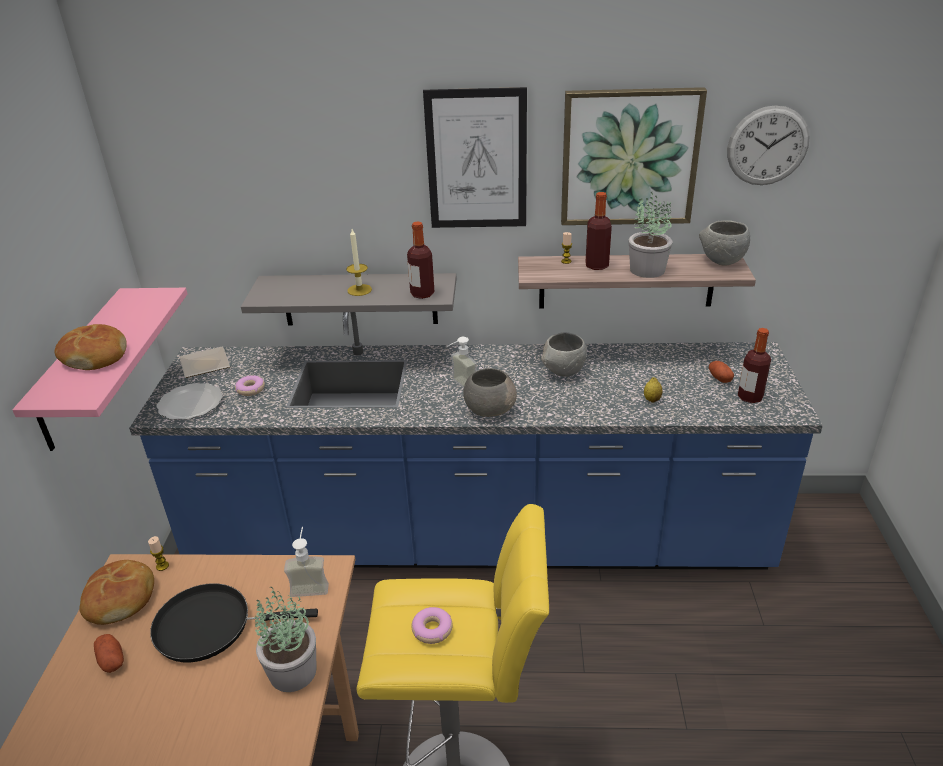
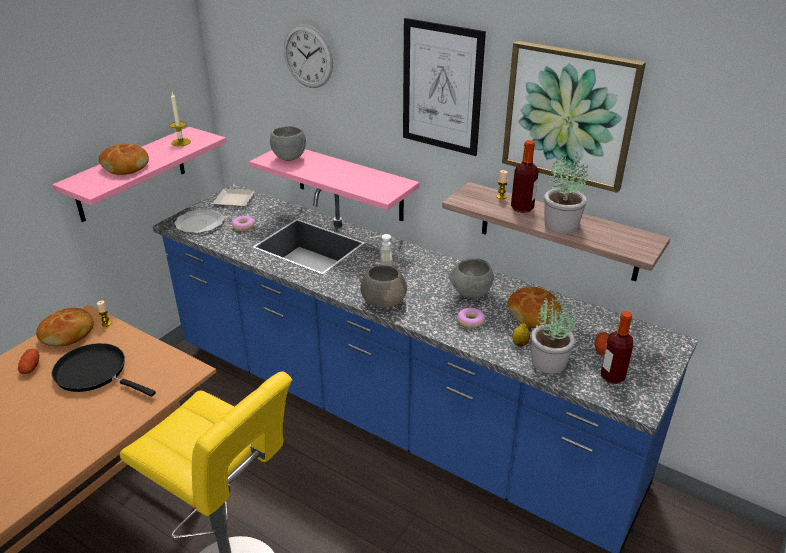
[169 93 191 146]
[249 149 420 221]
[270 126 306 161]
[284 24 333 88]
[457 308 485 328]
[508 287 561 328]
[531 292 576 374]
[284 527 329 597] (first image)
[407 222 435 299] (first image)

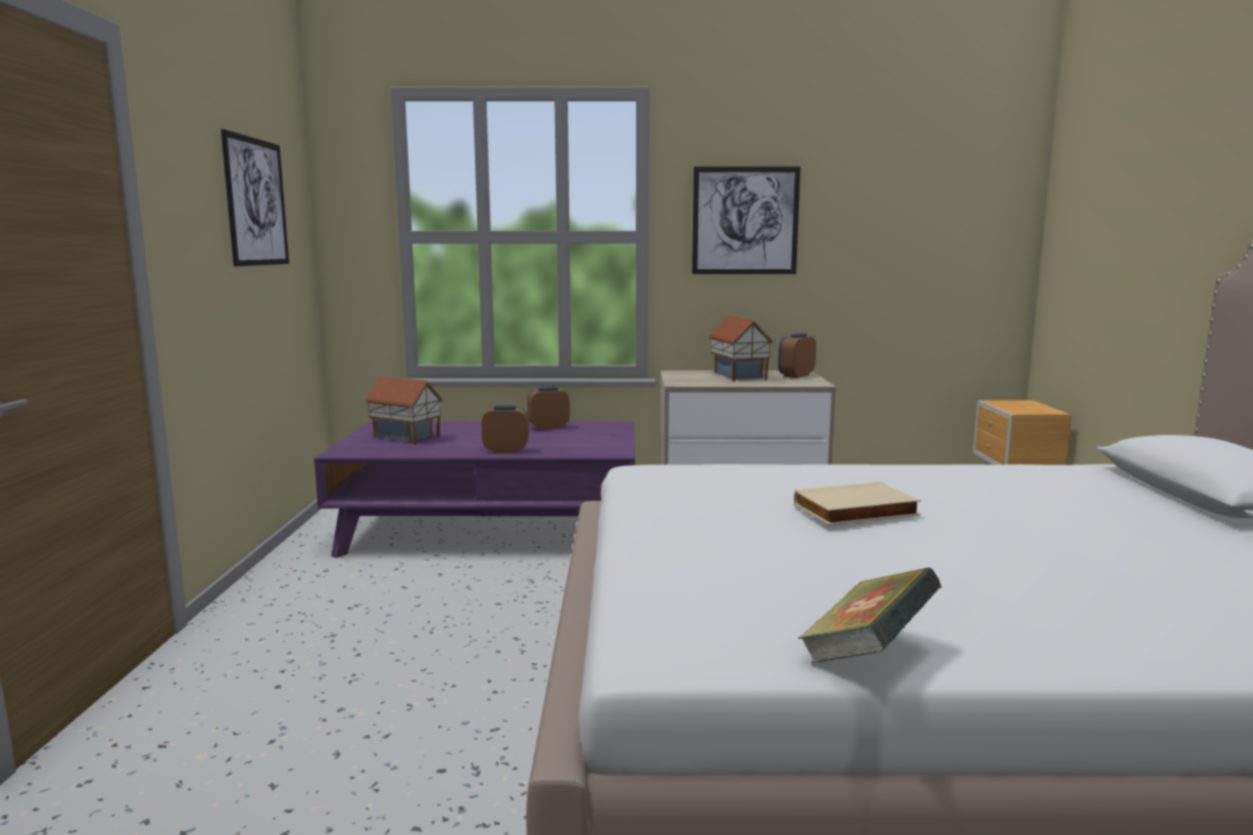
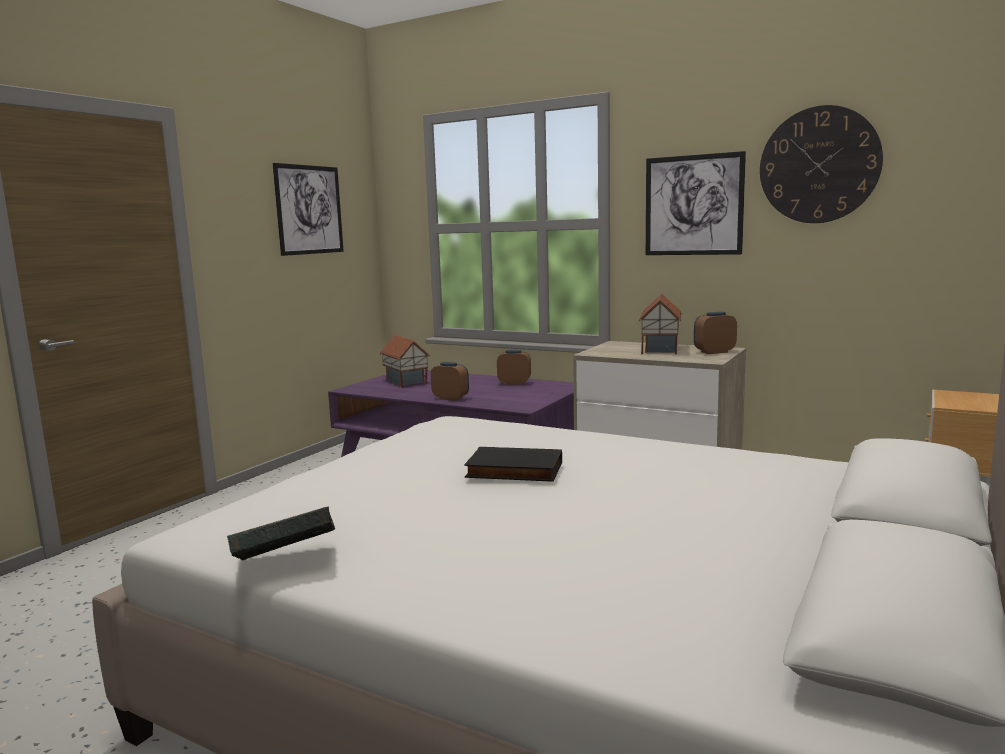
[464 447 562 482]
[760 105 883 223]

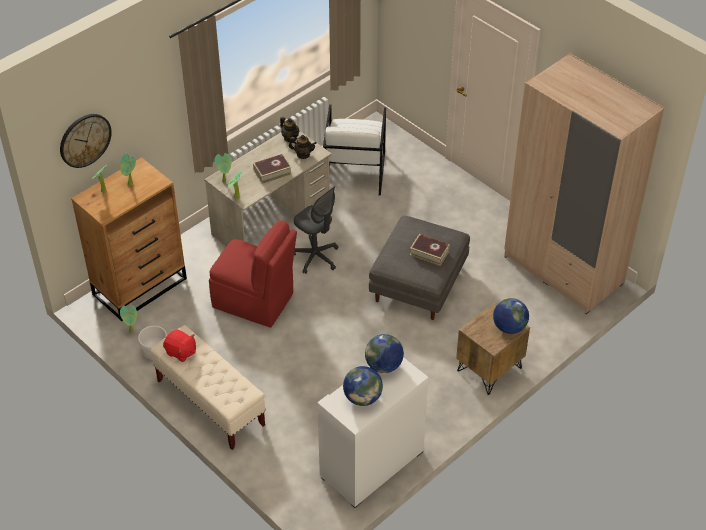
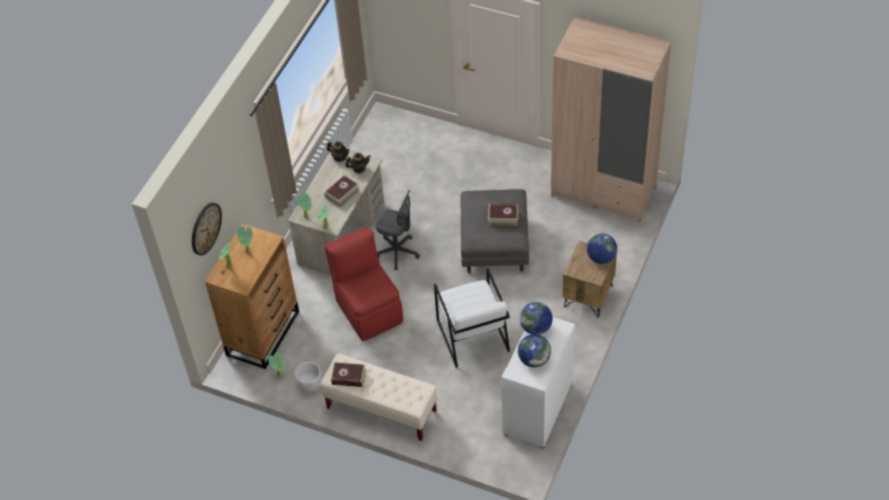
[324 226 403 341]
[331 362 366 387]
[434 268 510 368]

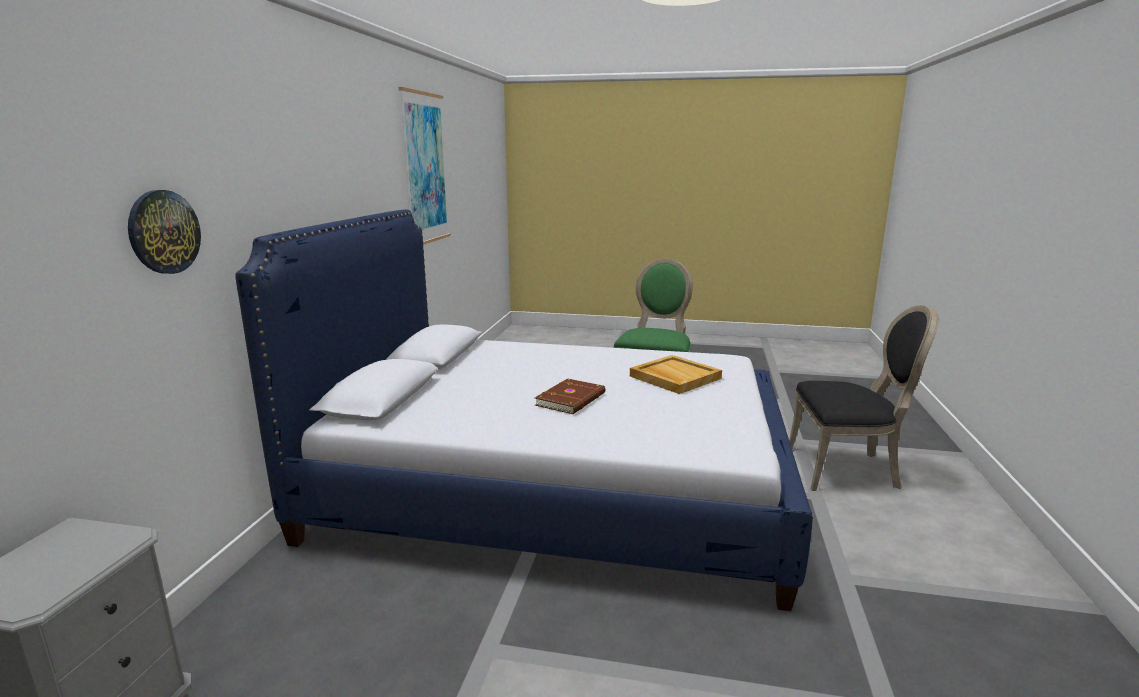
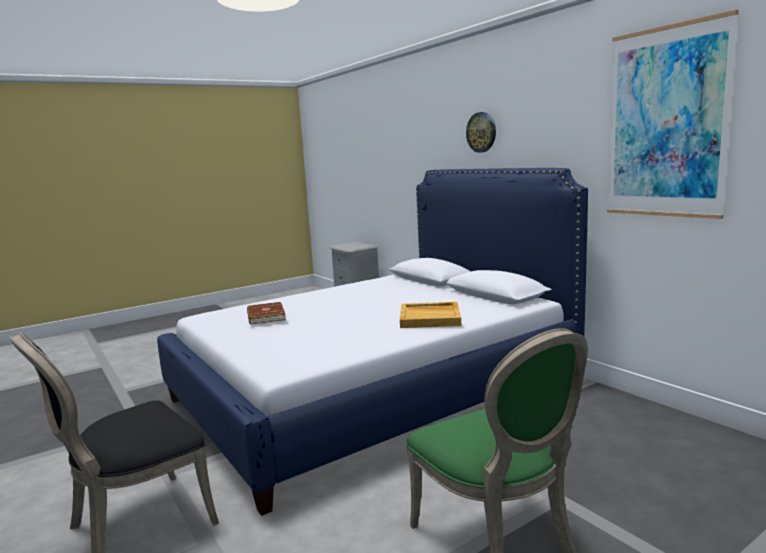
[247 302 286 324]
[400 302 461 328]
[466 112 496 153]

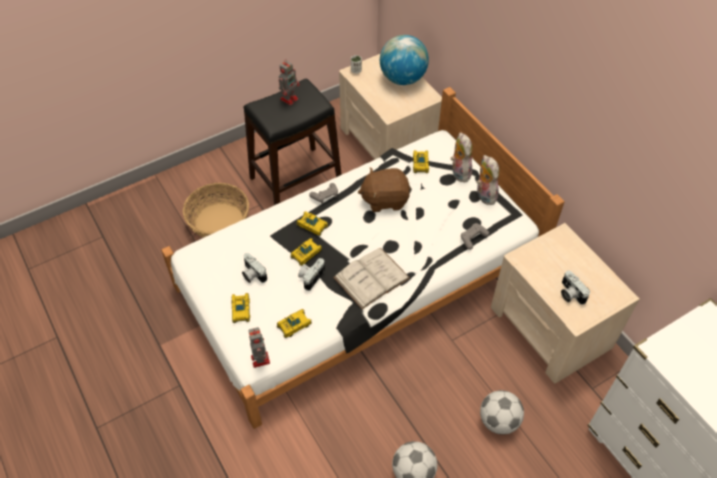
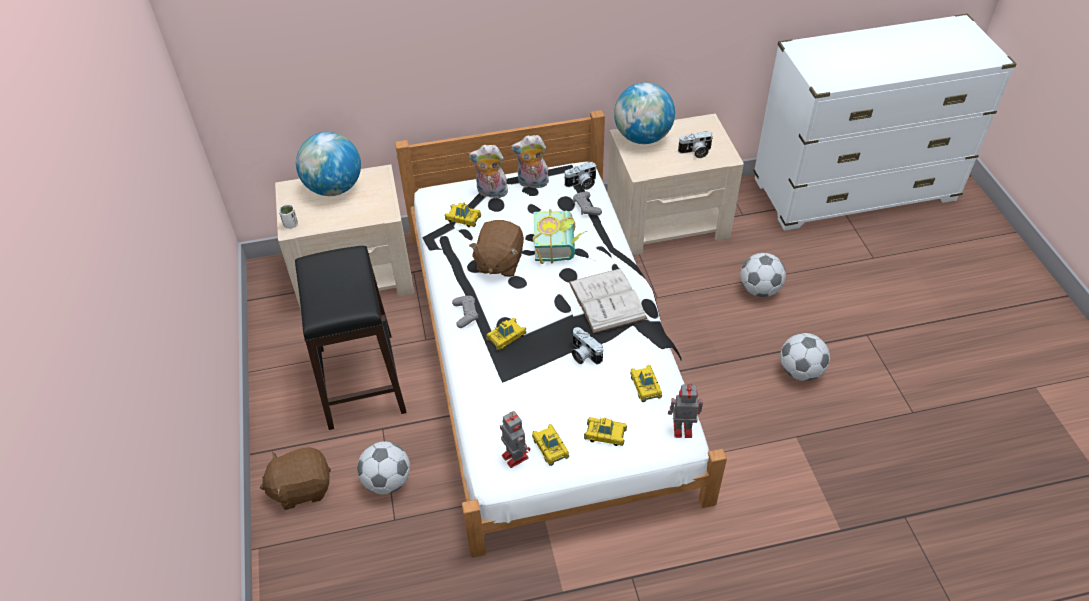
[260 447 331 510]
[357 442 410 494]
[500 411 530 468]
[532 424 569 466]
[533 209 587 264]
[565 162 597 190]
[614 82 675 144]

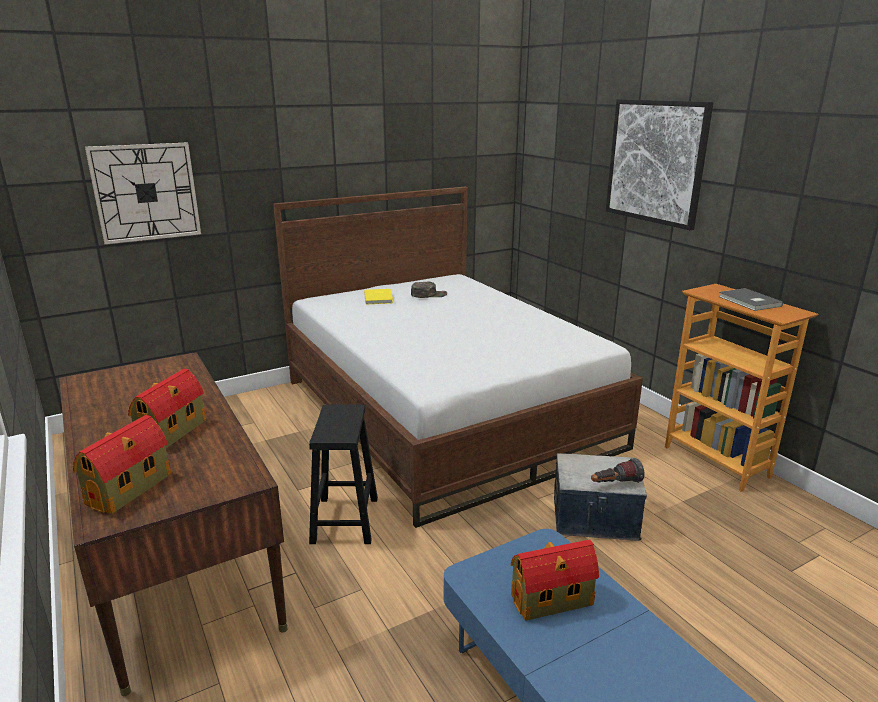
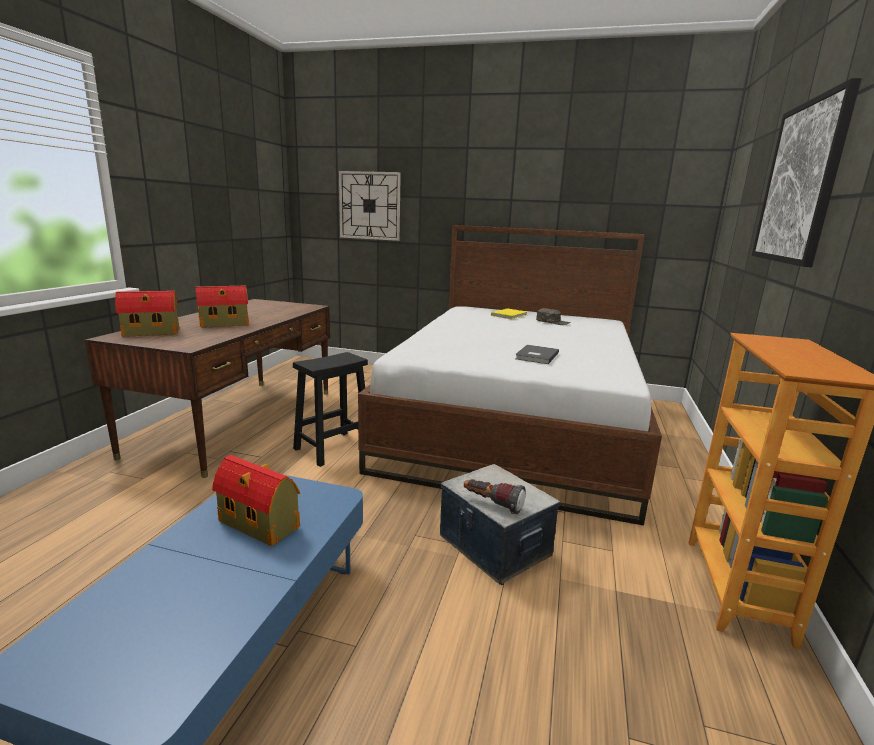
[515 345 559 364]

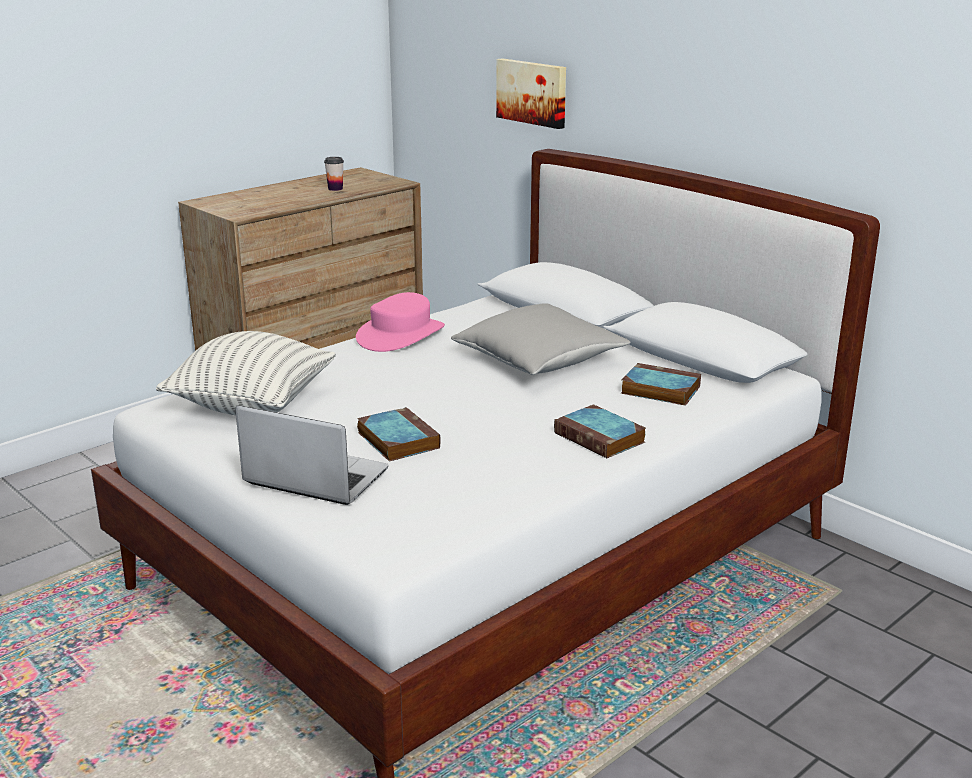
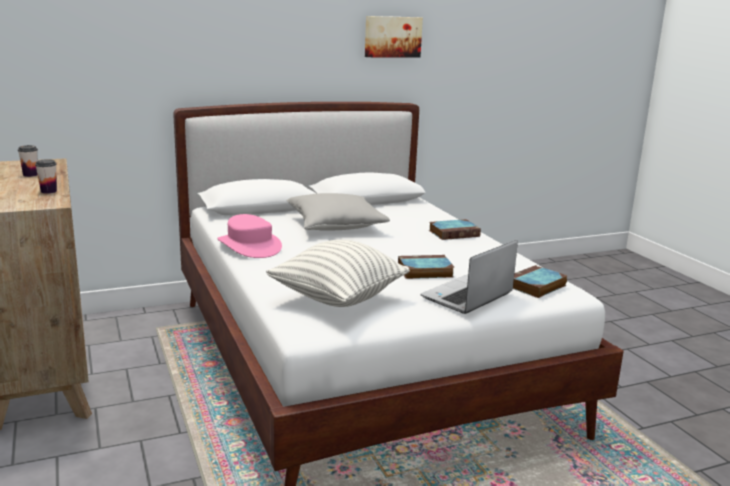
[35 159 57 194]
[365 16 423 58]
[513 265 568 298]

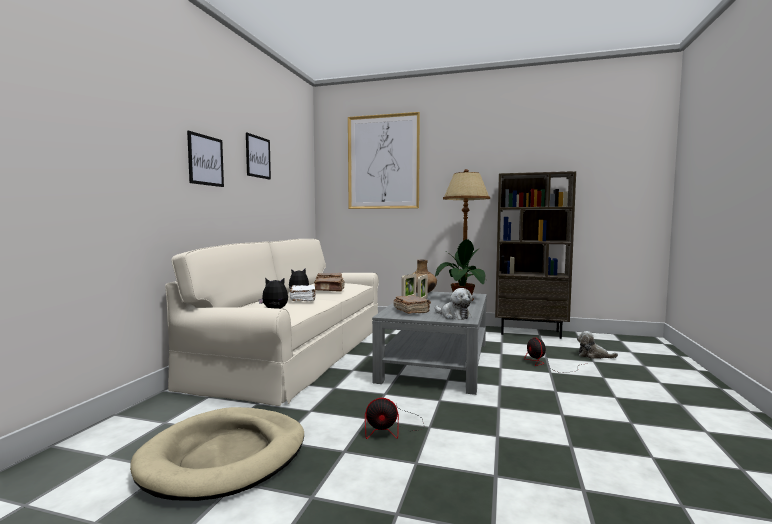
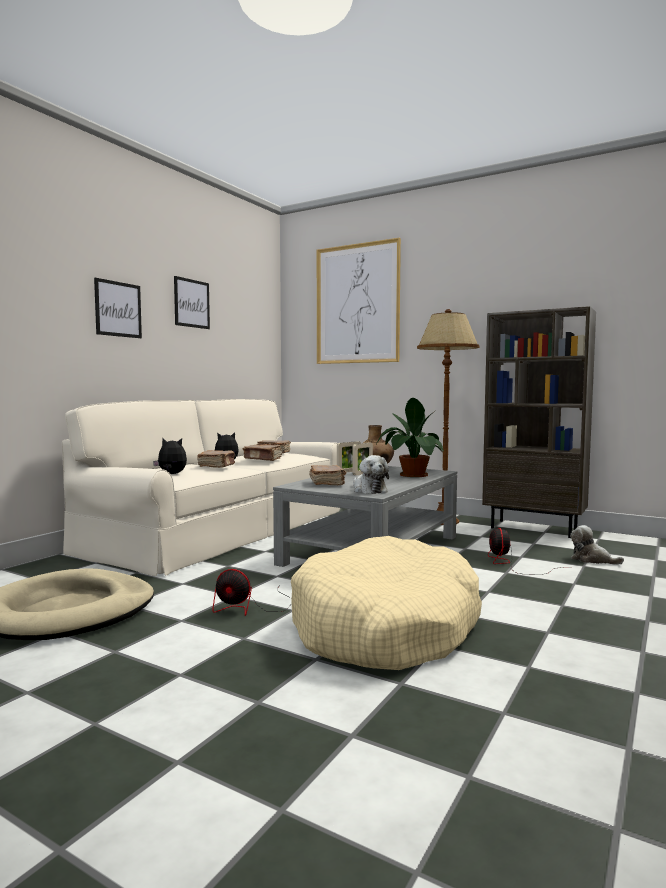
[197 450 235 468]
[291 536 482 670]

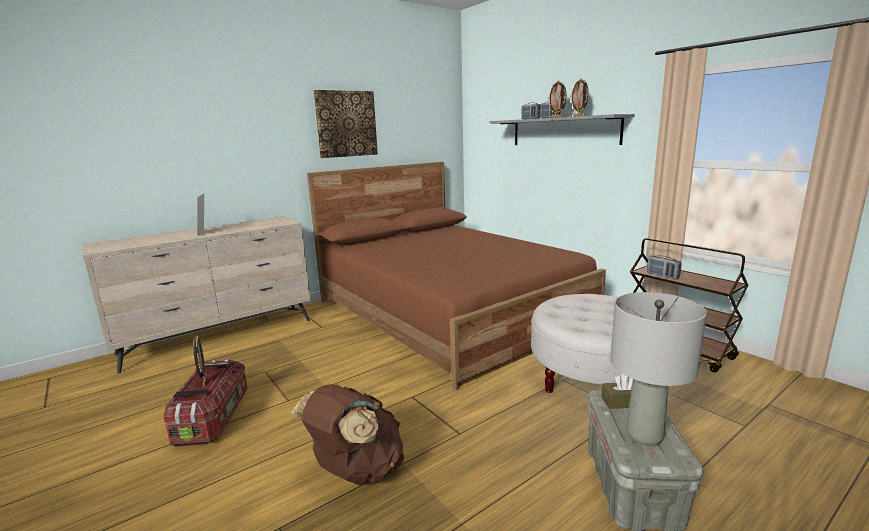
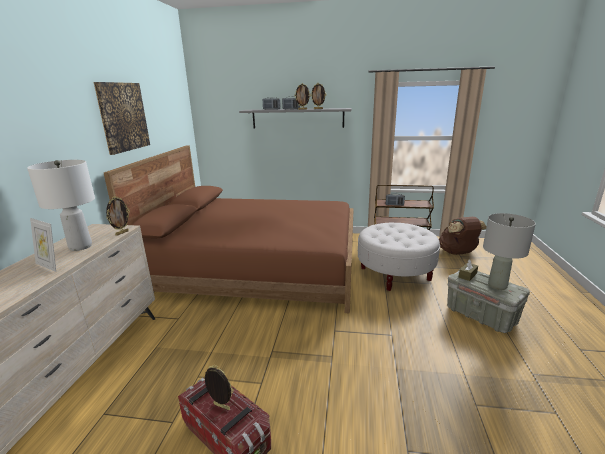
[27 160 95 251]
[106 196 130 236]
[439 217 487 255]

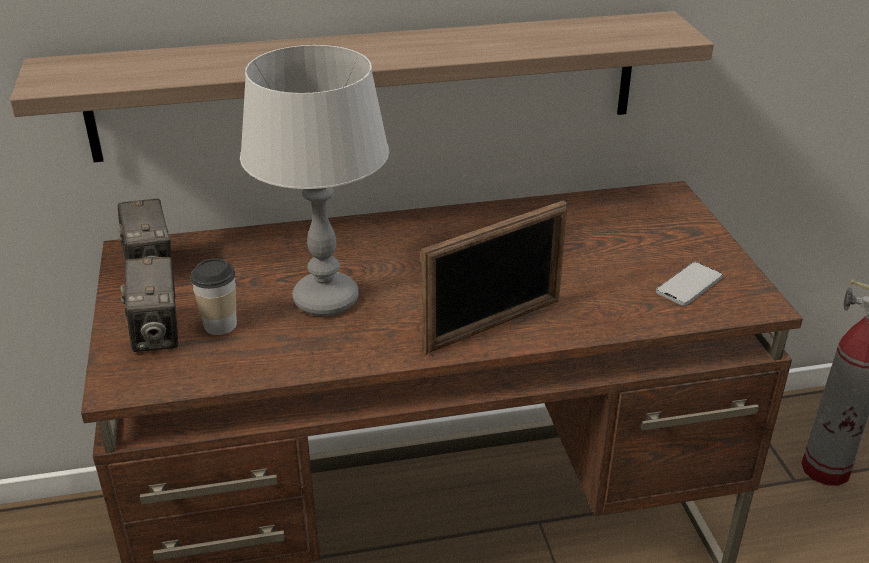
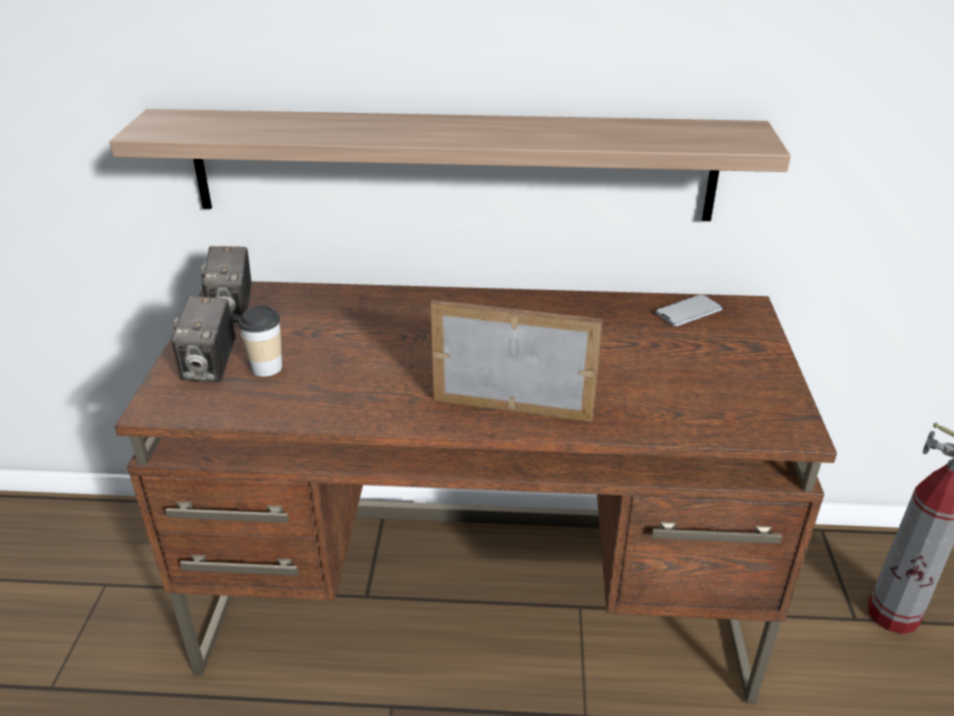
[431 300 603 422]
[656 294 723 326]
[240 45 389 316] (first image)

